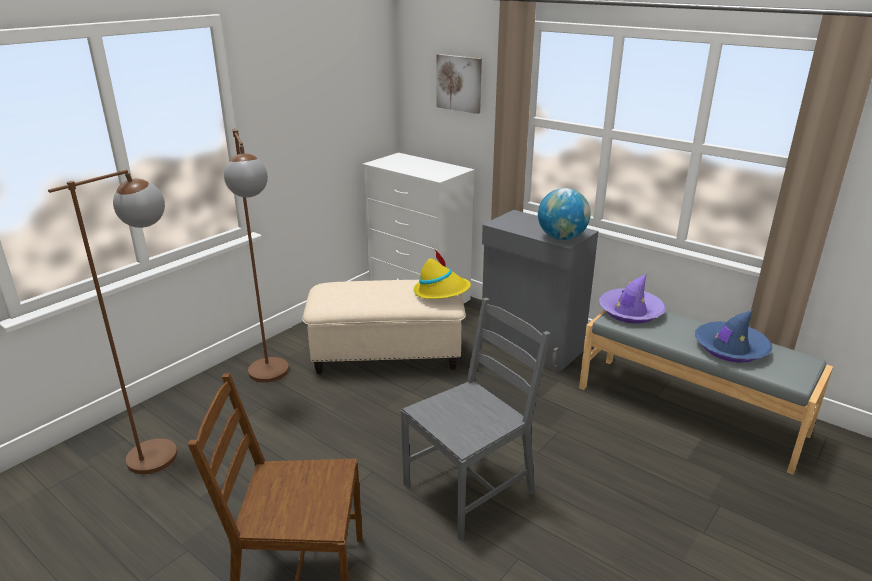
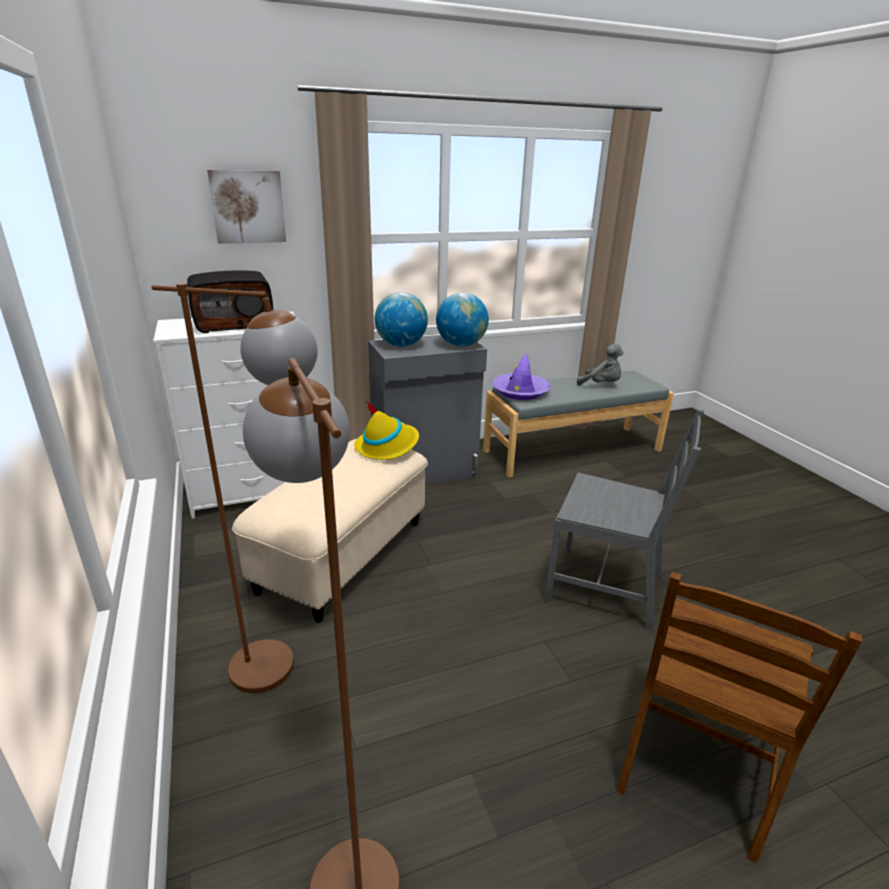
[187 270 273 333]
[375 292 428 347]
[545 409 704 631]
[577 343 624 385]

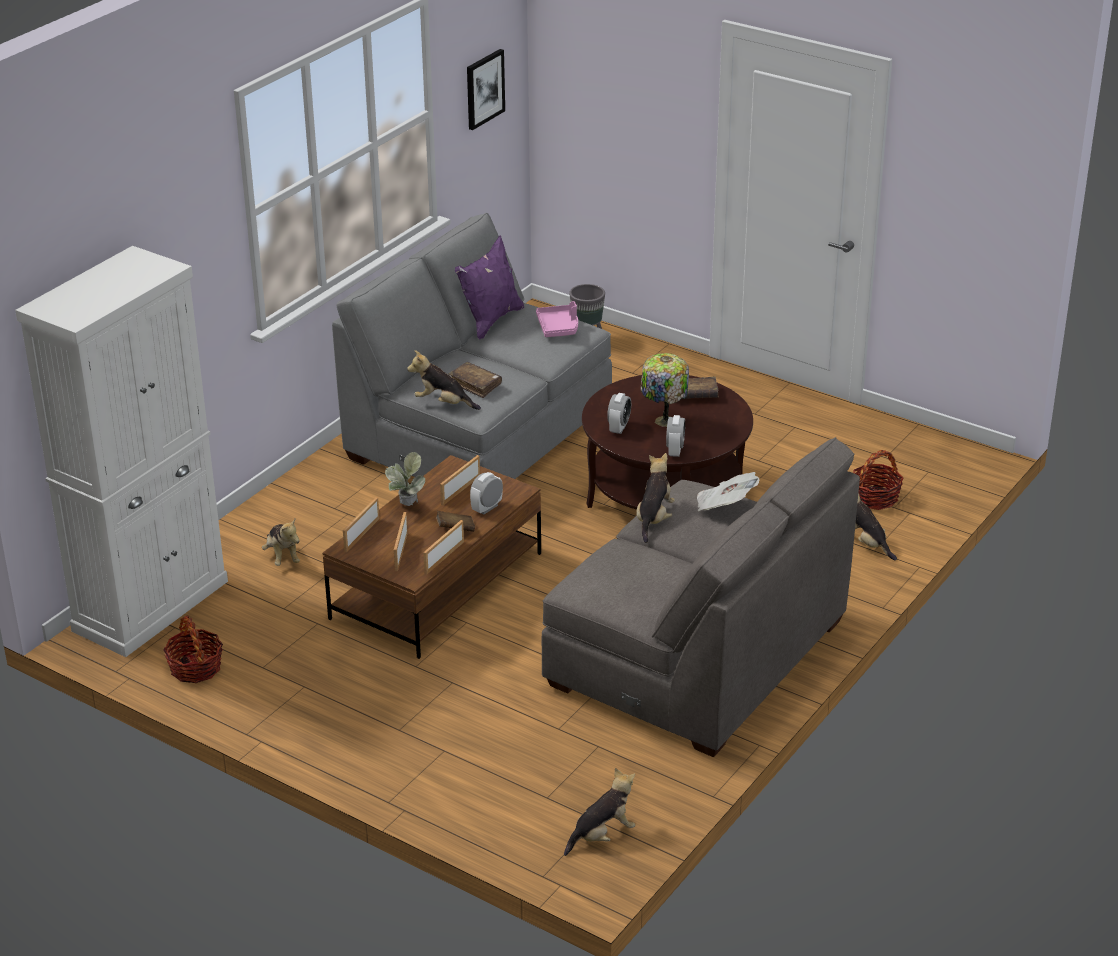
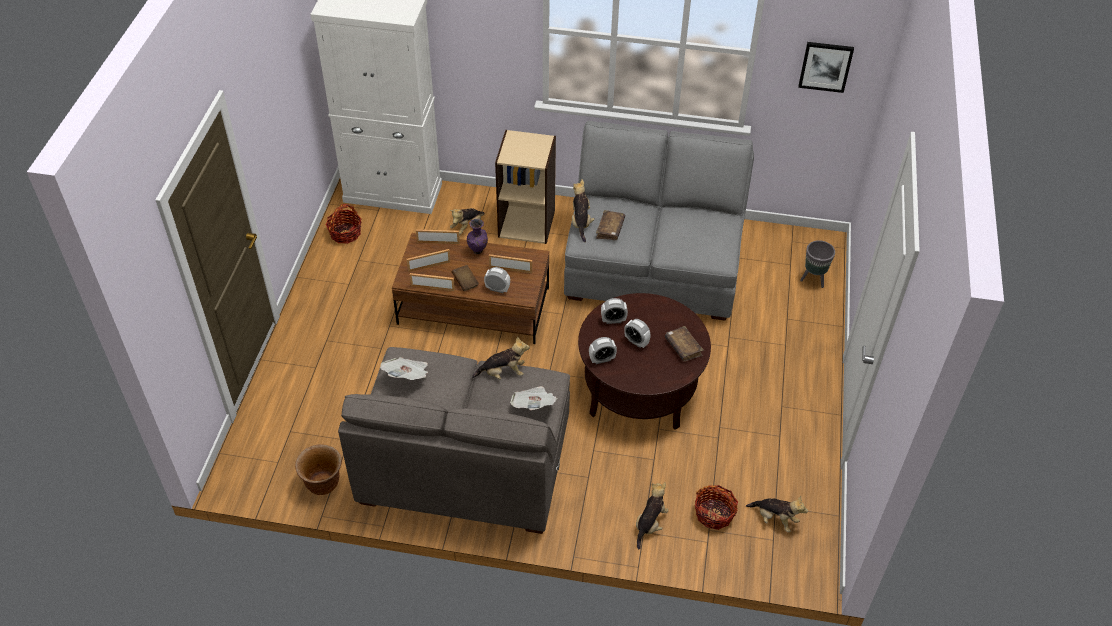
[295 444 342 495]
[380 357 428 380]
[467 219 488 254]
[495 130 556 244]
[624 319 651 348]
[746 496 808 532]
[455 235 524 339] (first image)
[536 301 578 337] (first image)

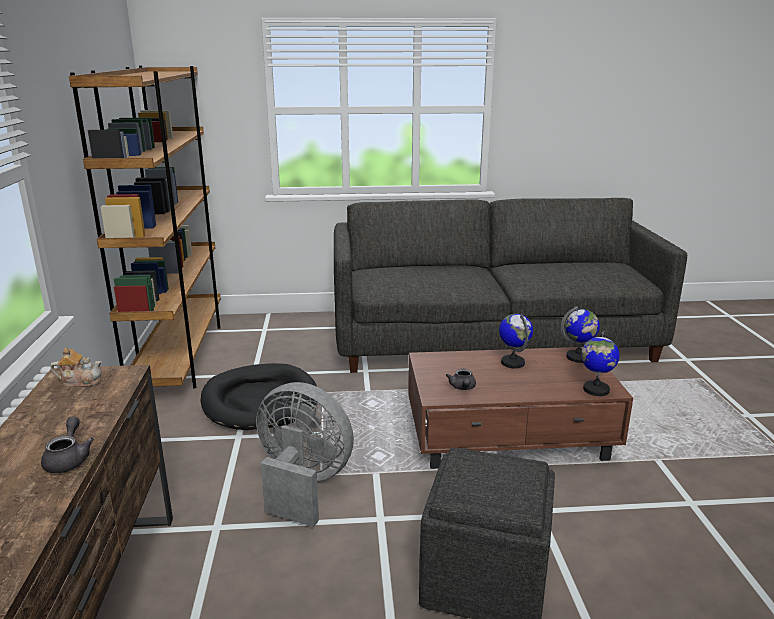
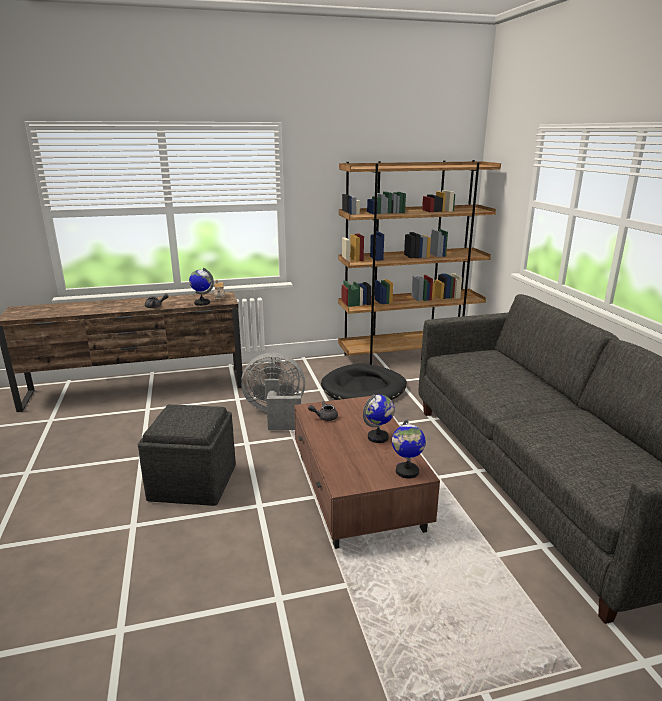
[189 268 214 306]
[241 353 305 430]

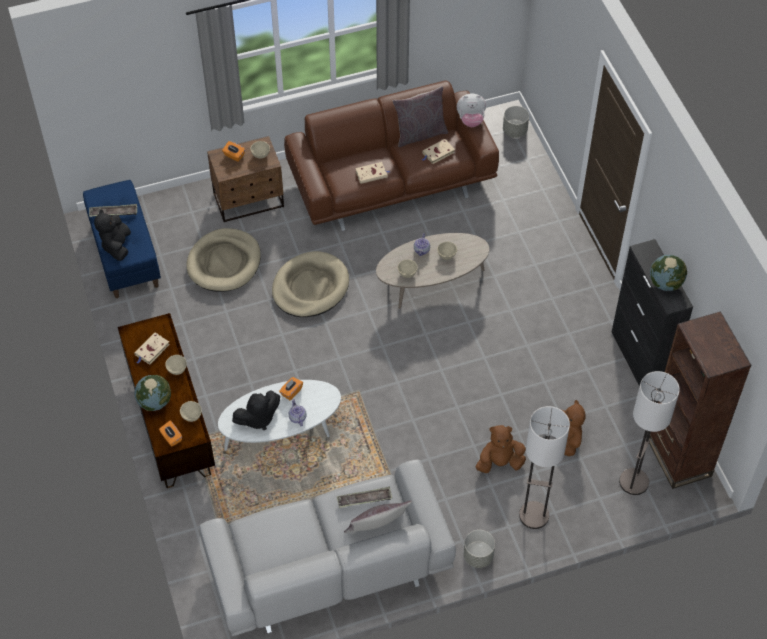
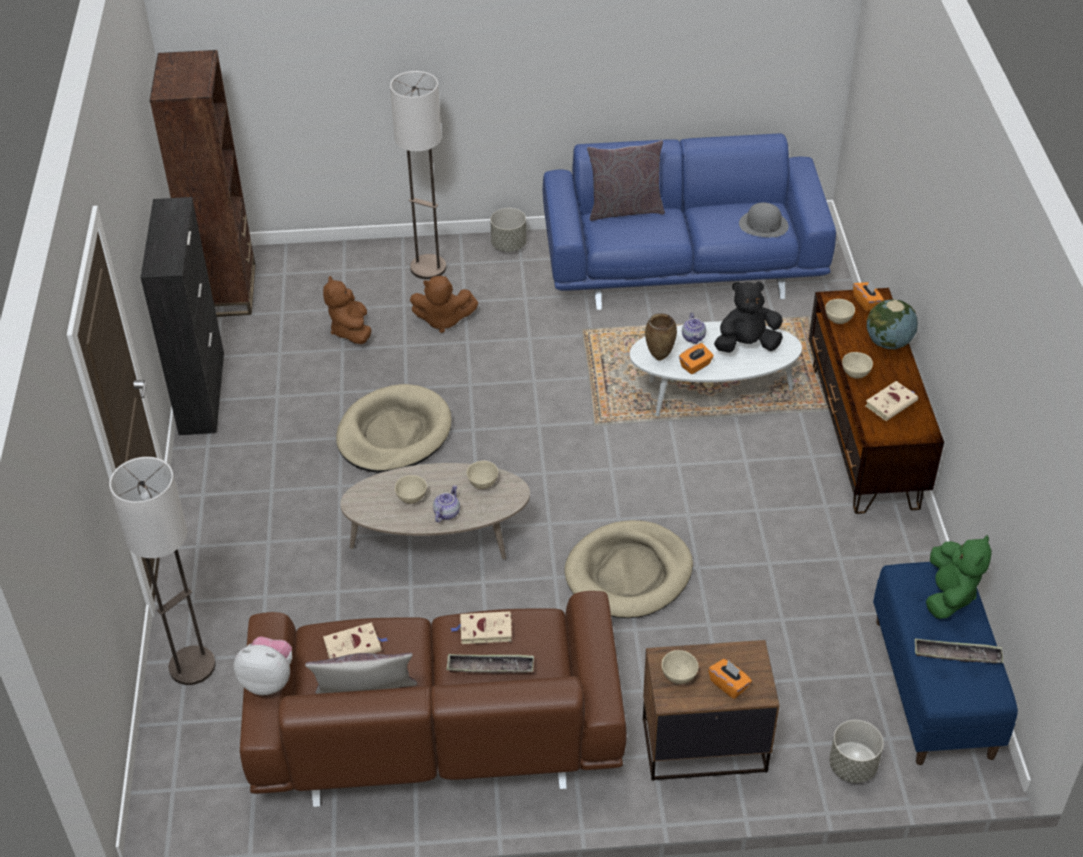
[109 457 216 685]
[336 384 452 472]
[446 654 534 673]
[543 133 836 310]
[645 313 677 360]
[739 203 789 237]
[829 720 884 783]
[926 535 991 619]
[650 255 687 291] (first image)

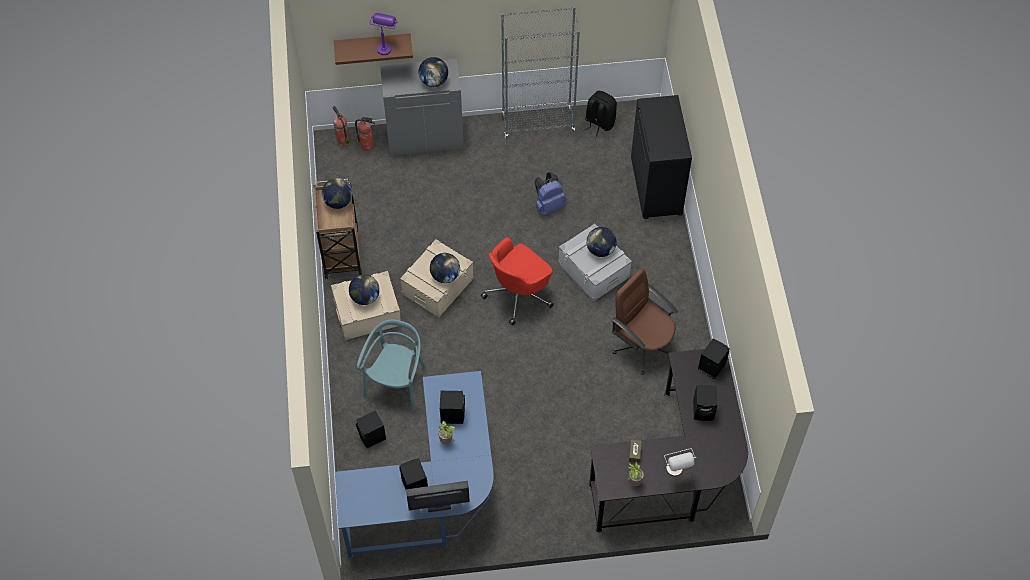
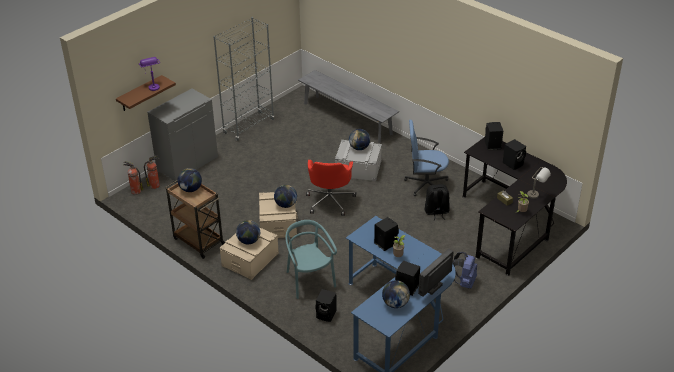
[298 70 399 143]
[382 280 410 308]
[404 120 449 196]
[425 184 450 221]
[453 252 477 288]

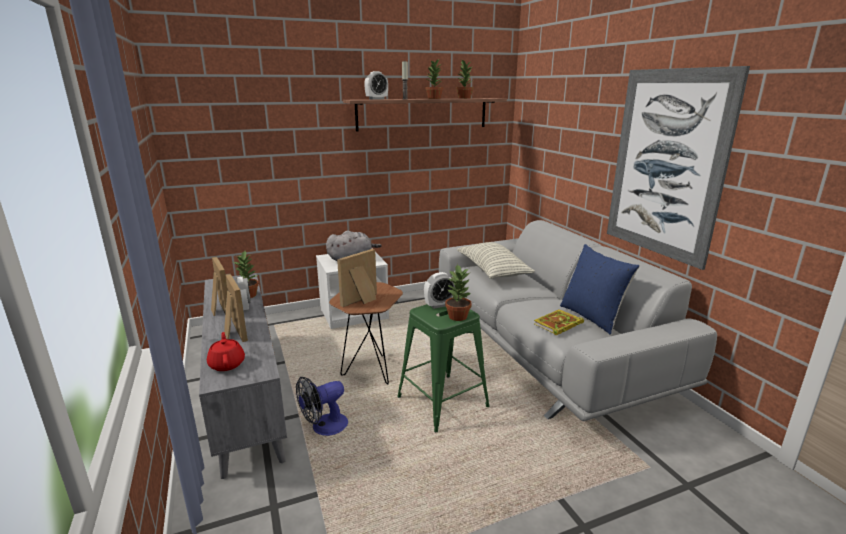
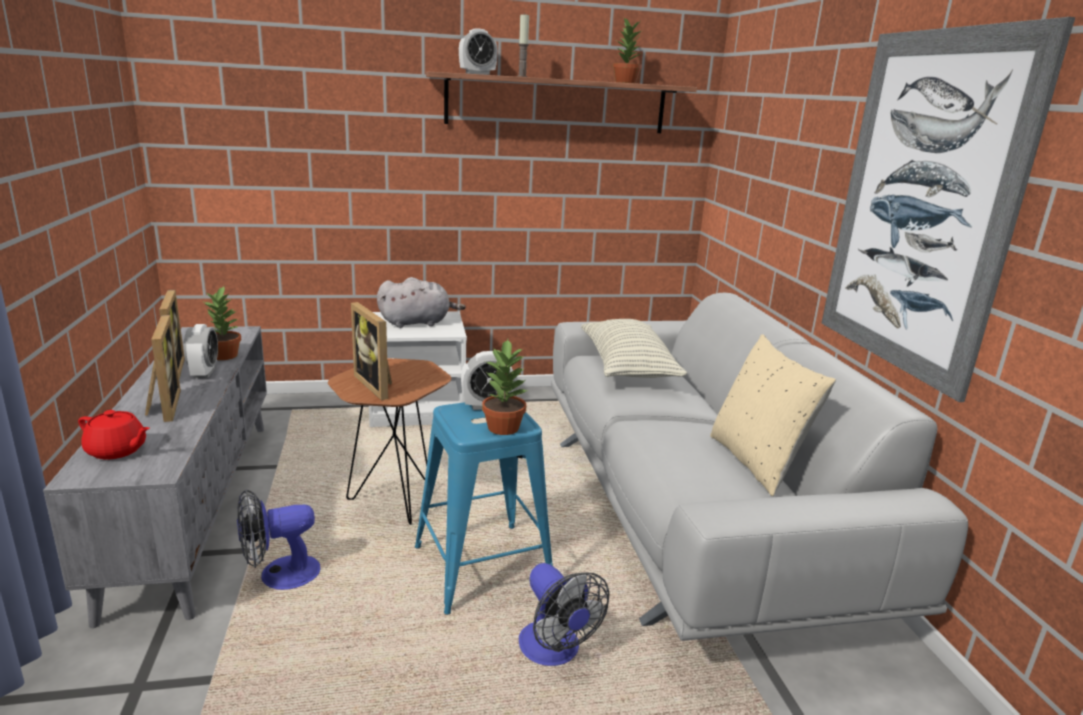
[78 410 150 459]
[351 302 392 400]
[415 402 553 615]
[519 563 610 666]
[710 334 836 496]
[425 58 443 99] (first image)
[534 309 584 335] (first image)

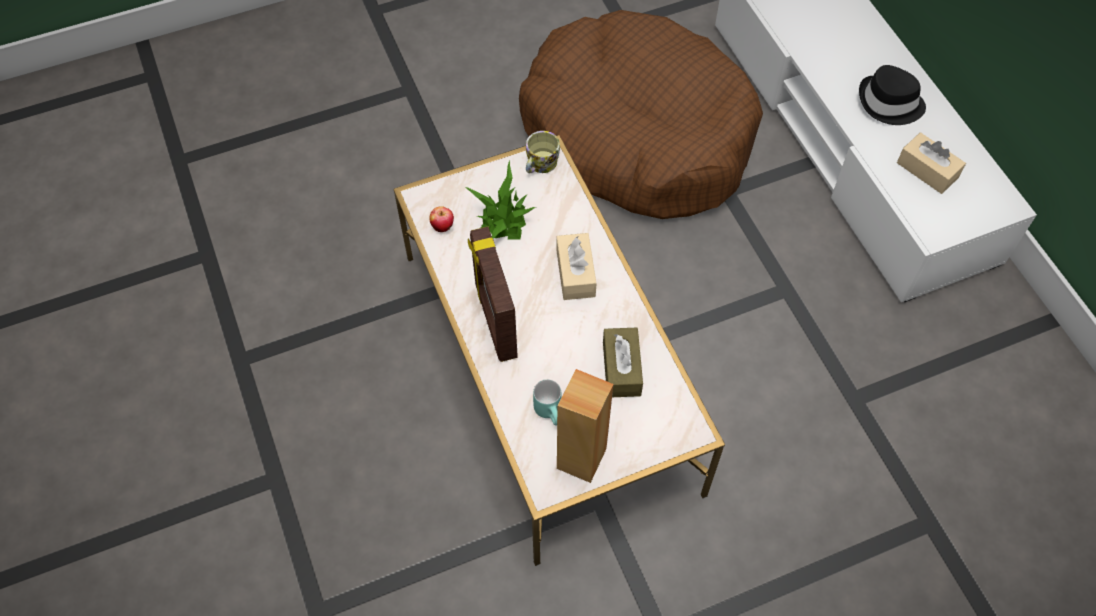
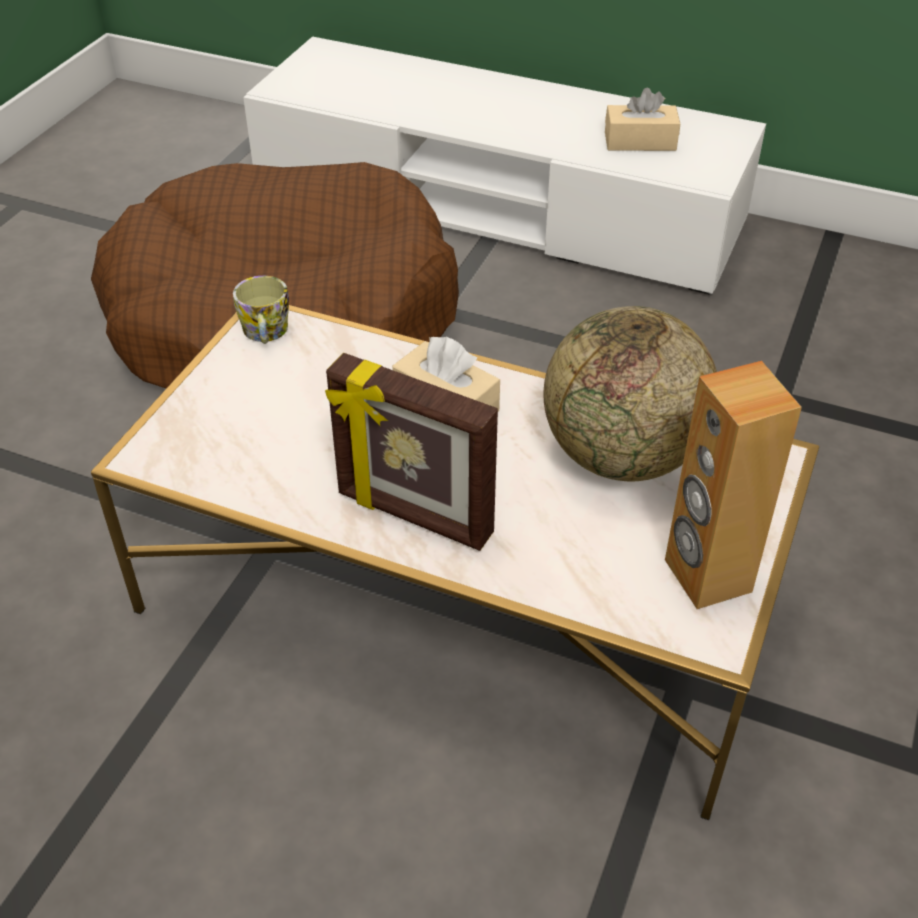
[543 306 717 482]
[429 206 454 232] (first image)
[465 161 536 240] (first image)
[533 379 561 425] (first image)
[859 65 926 125] (first image)

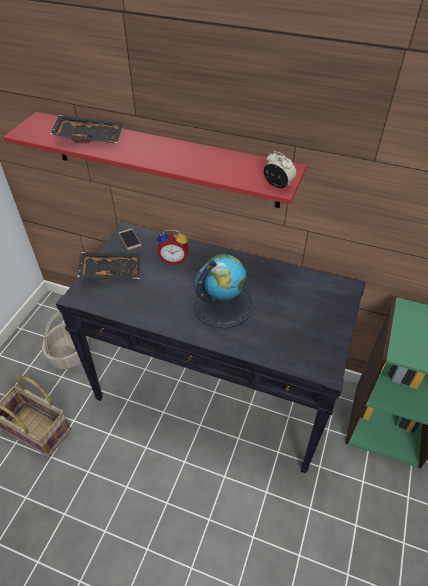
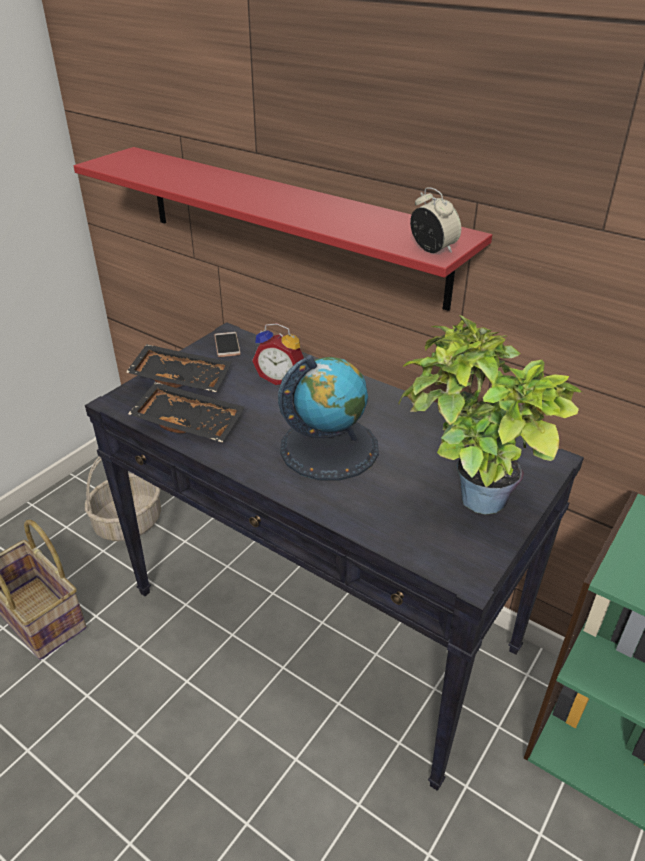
[128 382 245 442]
[398 315 583 515]

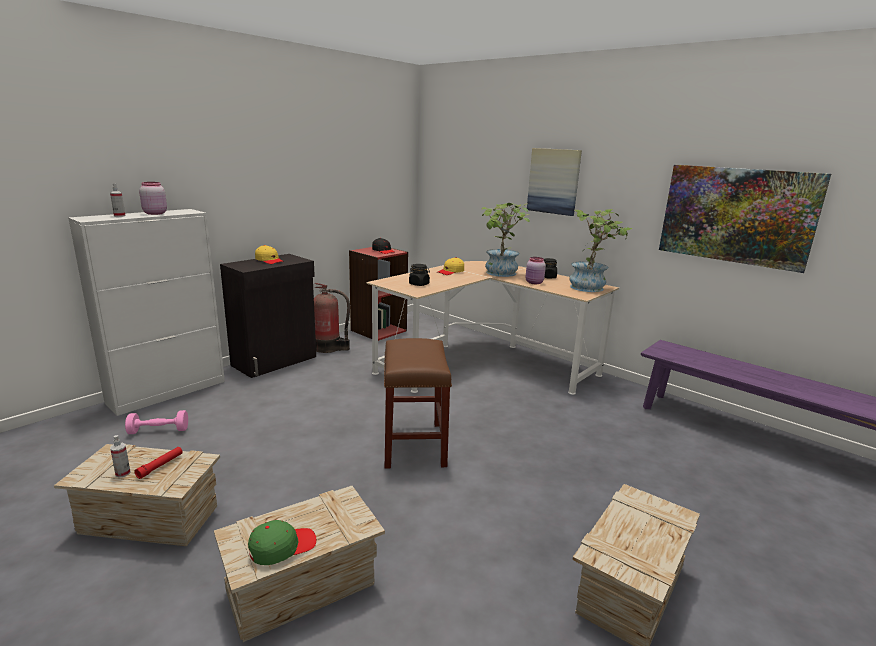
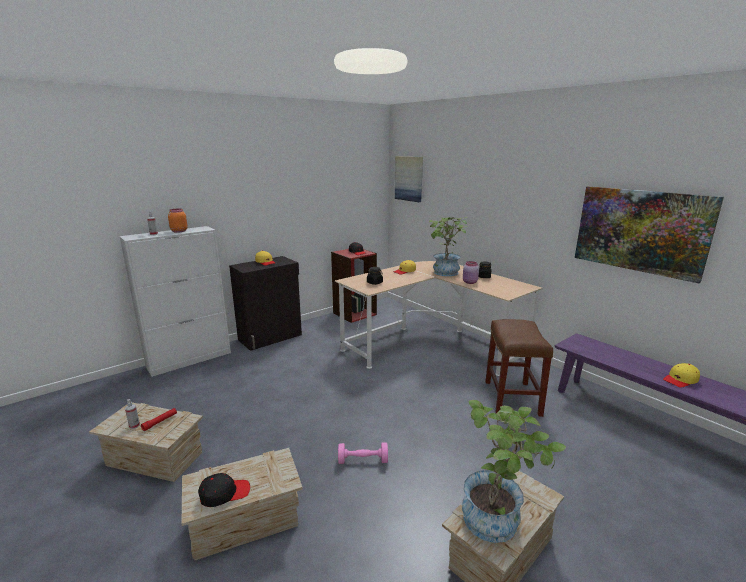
[168 209 188 233]
[198 473 250 507]
[338 443 388 464]
[395 156 423 202]
[462 400 566 543]
[485 319 553 417]
[663 363 700 388]
[314 283 350 353] (first image)

